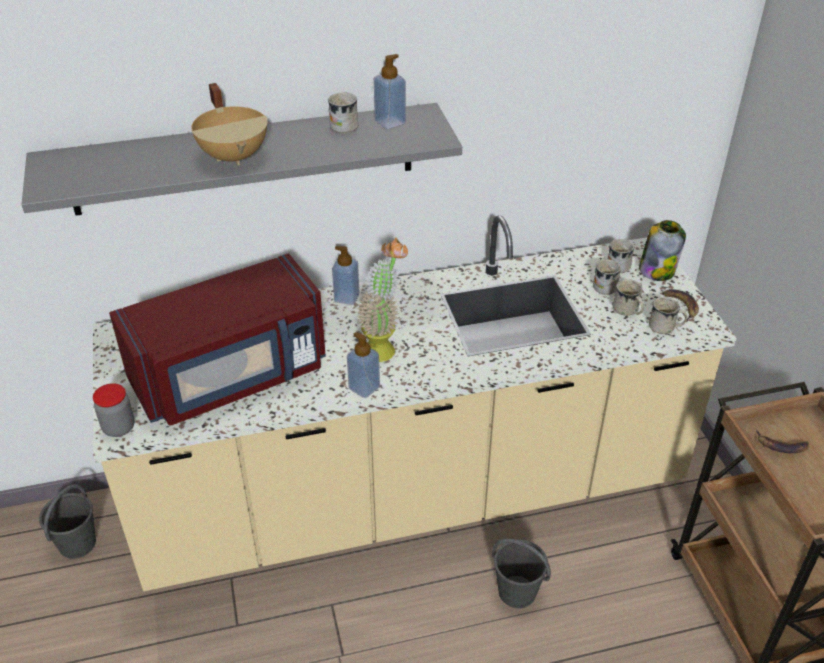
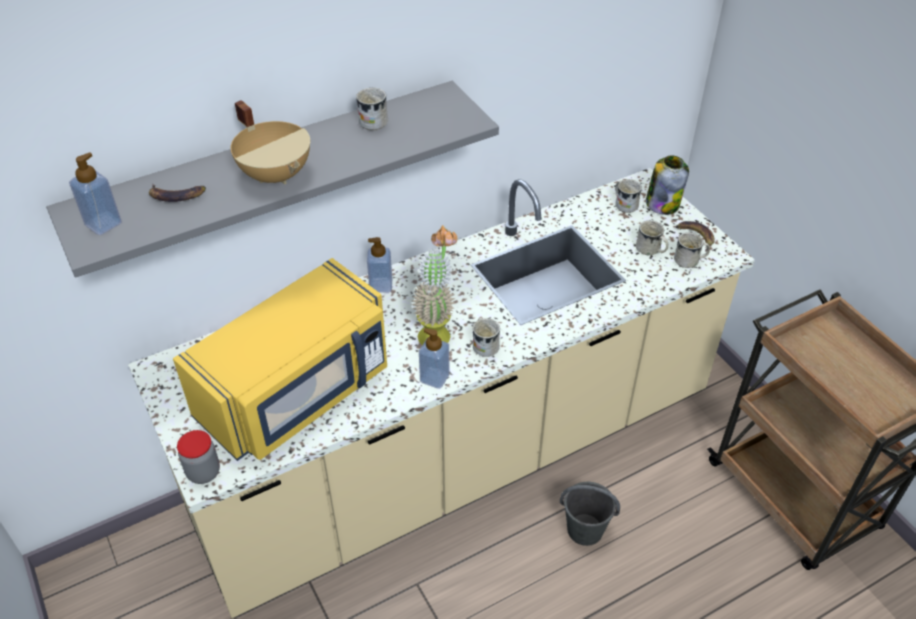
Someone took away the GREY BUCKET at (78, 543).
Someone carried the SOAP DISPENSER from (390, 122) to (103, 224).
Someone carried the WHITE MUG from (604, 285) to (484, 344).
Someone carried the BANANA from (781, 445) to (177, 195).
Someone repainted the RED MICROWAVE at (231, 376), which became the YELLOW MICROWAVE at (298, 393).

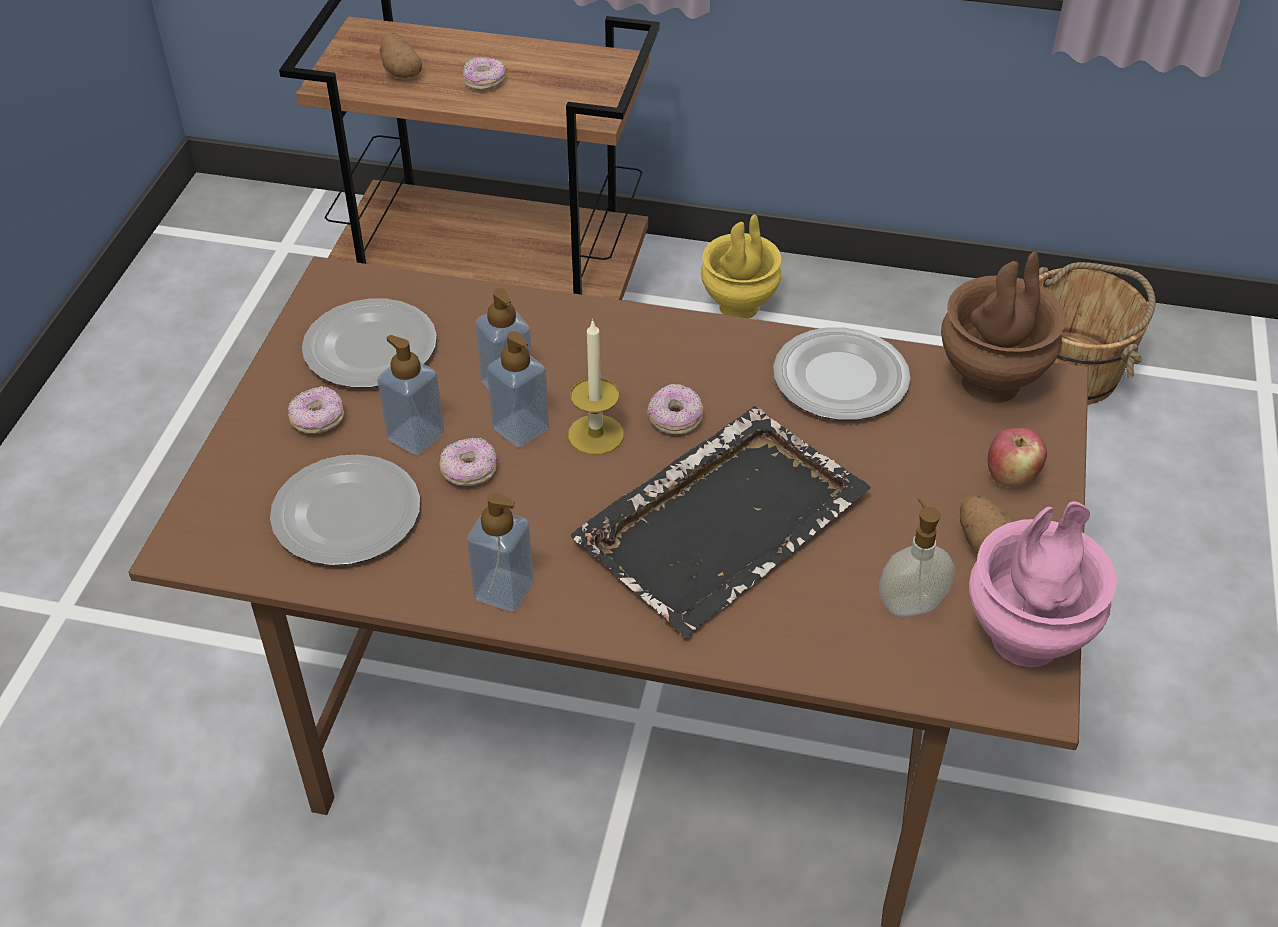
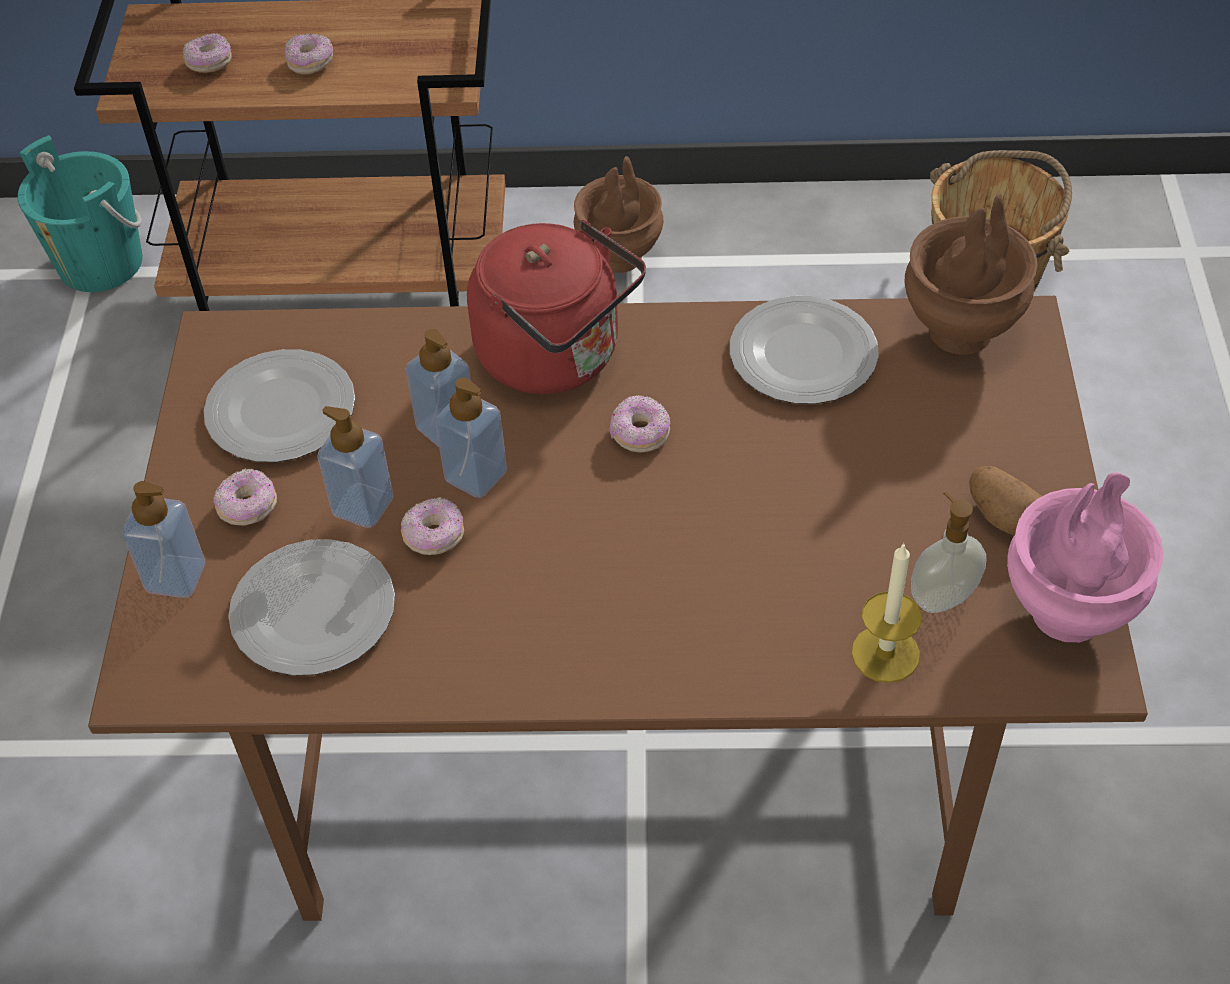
Someone took away the BLACK TRAY at (724, 521).
Someone took away the APPLE at (1010, 477).
Someone put down the TURQUOISE BUCKET at (100, 263).
Someone put down the RED KETTLE at (557, 357).
Someone carried the SOAP DISPENSER from (504, 590) to (176, 577).
Someone carried the CANDLE from (596, 435) to (885, 653).
Someone swapped the POTATO at (400, 70) for the DONUT at (210, 63).
Someone repainted the YELLOW VASE at (738, 307), which became the BROWN VASE at (619, 258).

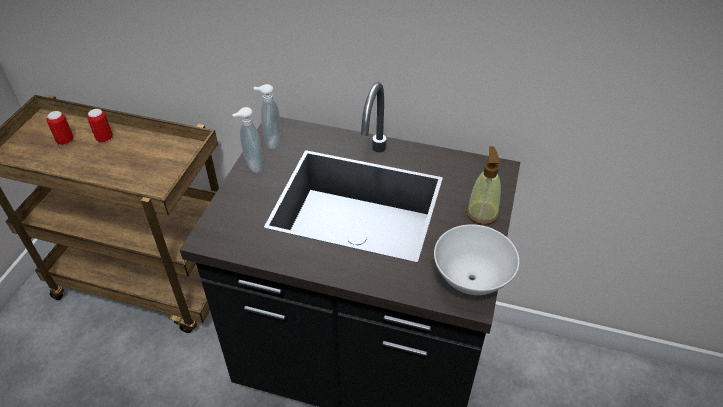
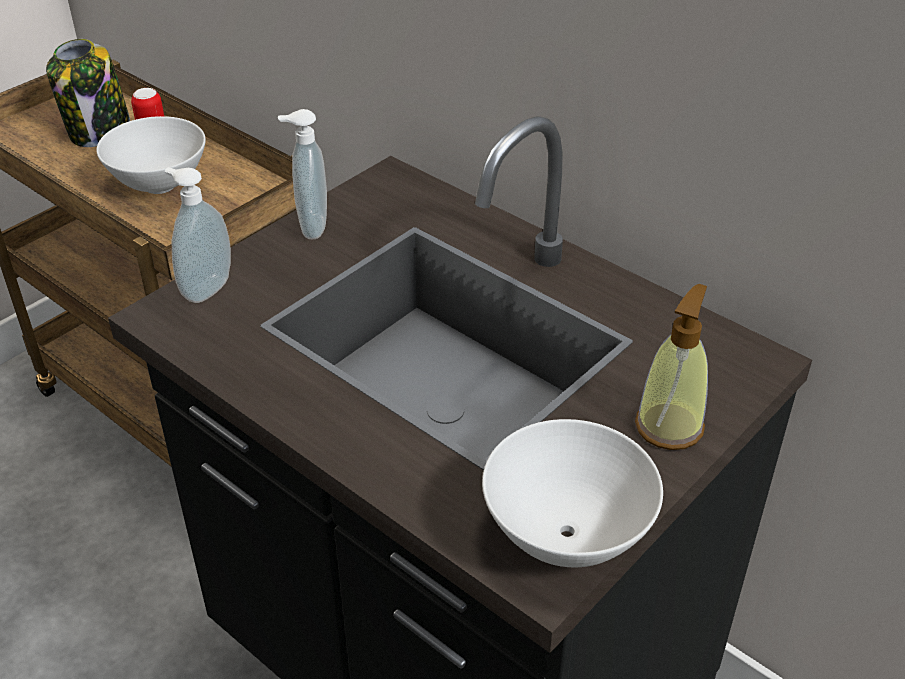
Someone put down the WHITE BOWL at (158, 186).
Someone carried the SOAP DISPENSER from (271, 142) to (205, 288).
Someone swapped the CAN at (65, 141) for the JAR at (99, 131).

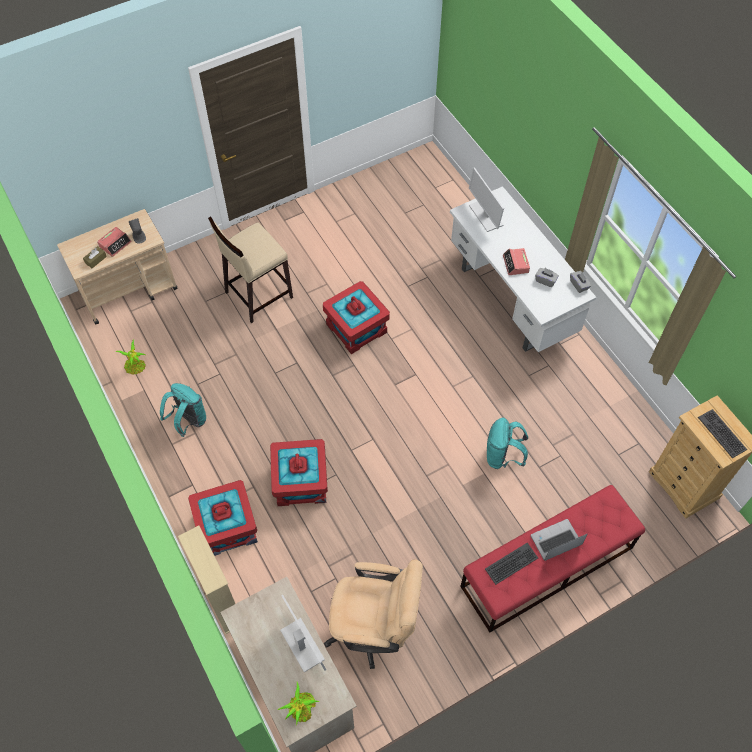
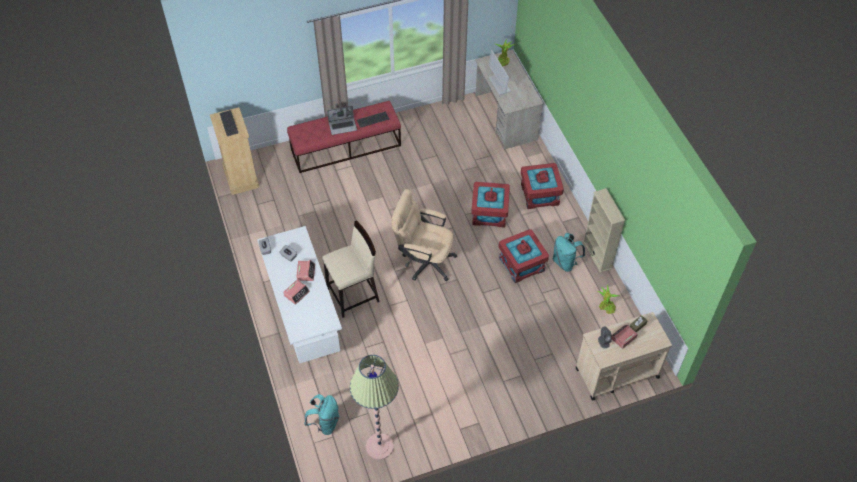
Someone took away the MONITOR at (485, 215).
Someone put down the ALARM CLOCK at (296, 293).
Someone put down the FLOOR LAMP at (379, 446).
Someone carried the BEIGE BOOKCASE from (221, 602) to (597, 255).
Someone carried the BEIGE STOOL from (258, 295) to (353, 295).
Someone carried the RED STORAGE BOX from (356, 328) to (522, 264).
Someone carried the BEIGE OFFICE CHAIR from (374, 628) to (424, 260).
Someone carried the TURQUOISE BACKPACK from (502, 456) to (325, 423).

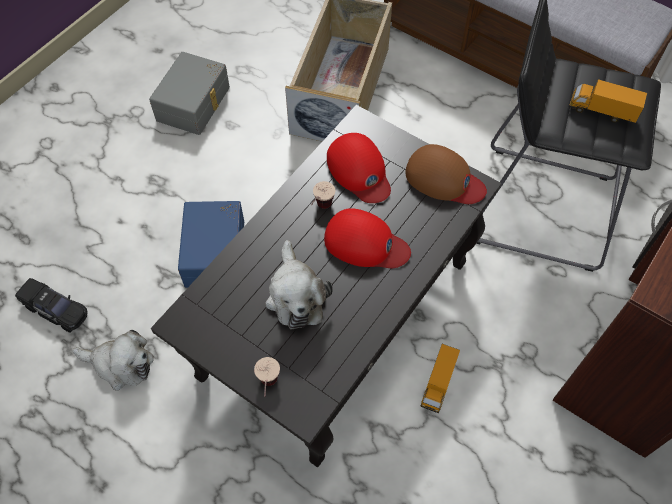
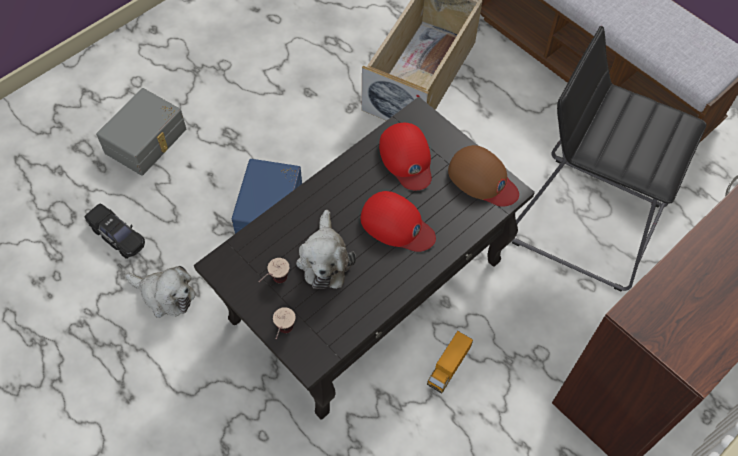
Someone took away the TOY TRUCK at (601, 112).
Someone carried the GREY STORAGE BOX from (195, 104) to (147, 141).
Someone carried the CUP from (320, 209) to (274, 283).

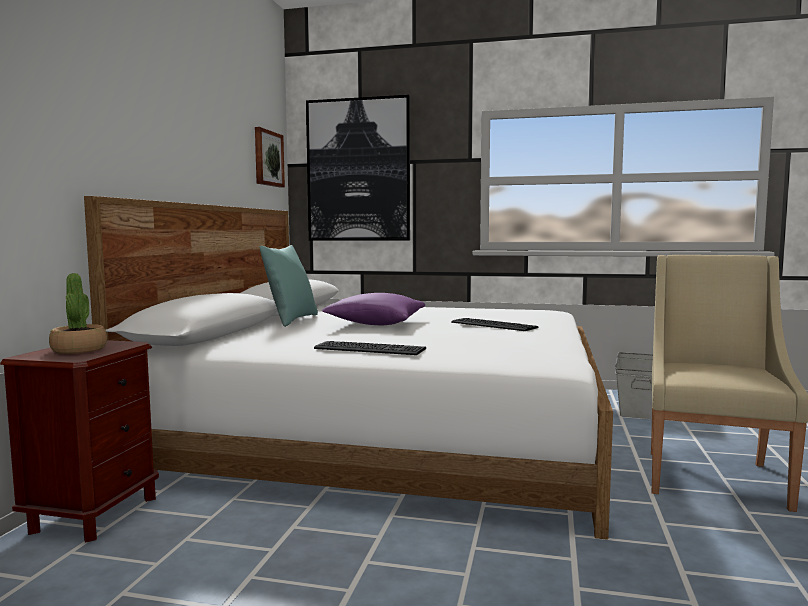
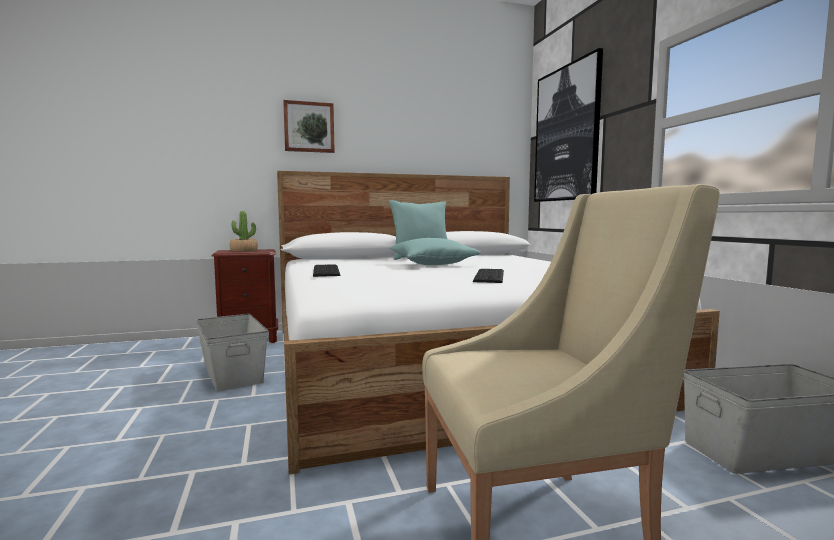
Someone put down the GREY STORAGE BOX at (233, 372).
Someone carried the PICTURE from (268, 158) to (309, 127).
Someone repainted the PURPLE PILLOW at (376, 324), which became the TURQUOISE PILLOW at (432, 264).

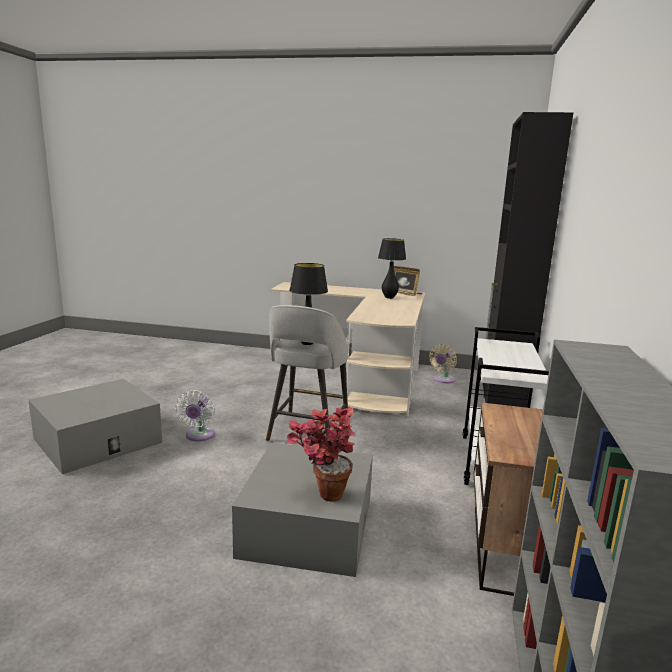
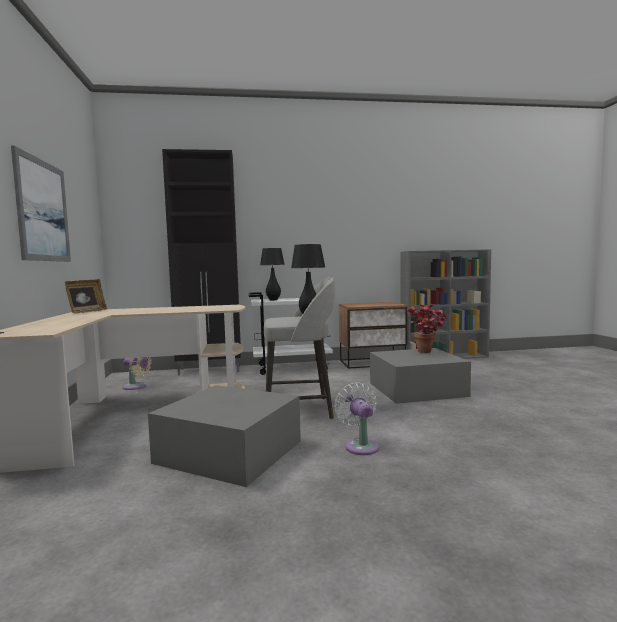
Someone put up the PICTURE at (43, 211).
Someone carried the GREY STORAGE BOX from (98, 440) to (229, 451).
Someone carried the BLACK TABLE LAMP from (389, 297) to (273, 300).
Someone rotated the WHITE FAN at (199, 436) by 90 degrees counterclockwise.

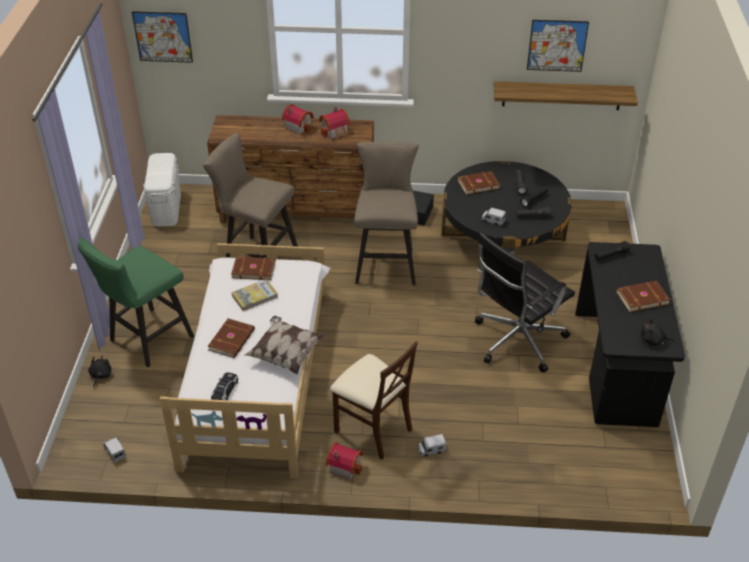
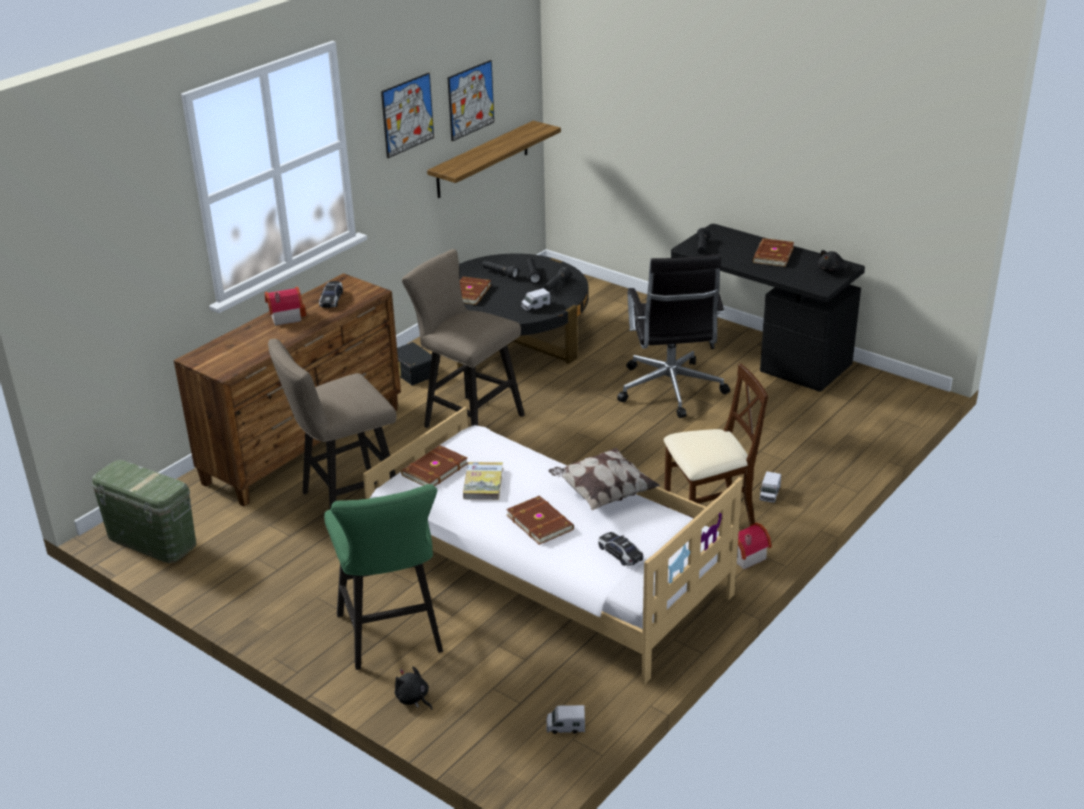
Someone carried the PICTURE from (163, 37) to (407, 115).
Someone swapped the TOY HOUSE at (336, 132) for the TOY CAR at (331, 299).
Someone repainted the WHITE STORAGE BOX at (166, 208), which became the GREEN STORAGE BOX at (152, 540).

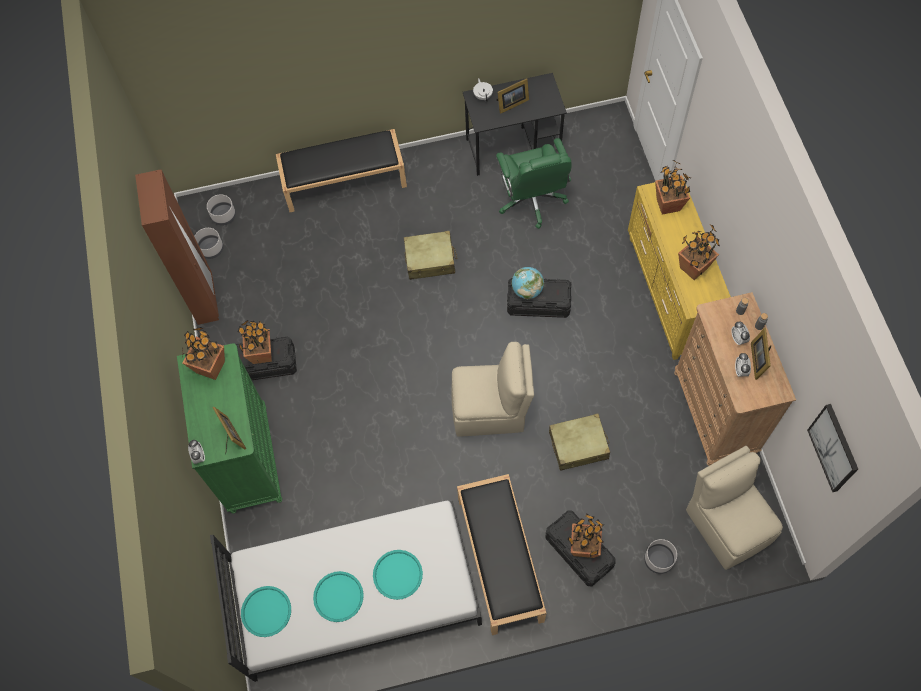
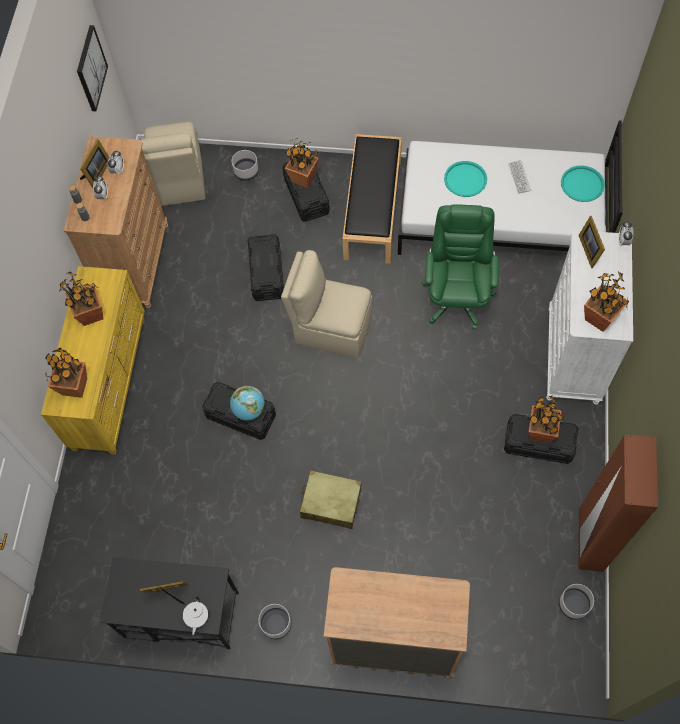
Someone carried the GREY PLANTER from (224, 216) to (276, 624).
Someone carried the GREEN OFFICE CHAIR from (532, 200) to (457, 296).
Someone swapped the BLACK BENCH at (345, 181) for the BROWN DRESSER at (393, 643).
Someone swapped the TURQUOISE TRAY at (338, 597) for the KEYBOARD at (519, 177).
Someone swapped the BEIGE SUITCASE at (578, 445) for the BLACK STORAGE BOX at (267, 274).
Someone repainted the GREEN DRESSER at (248, 459), which became the WHITE DRESSER at (573, 356).

